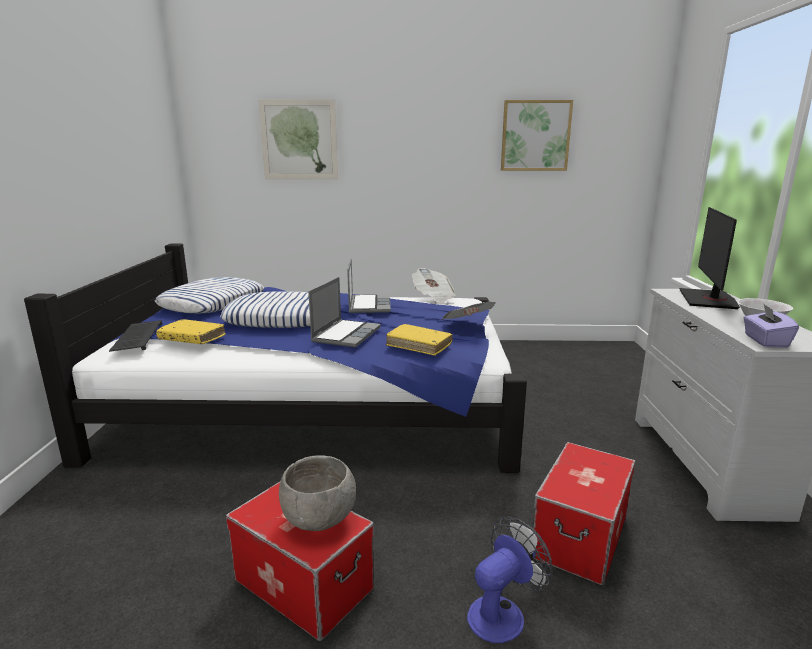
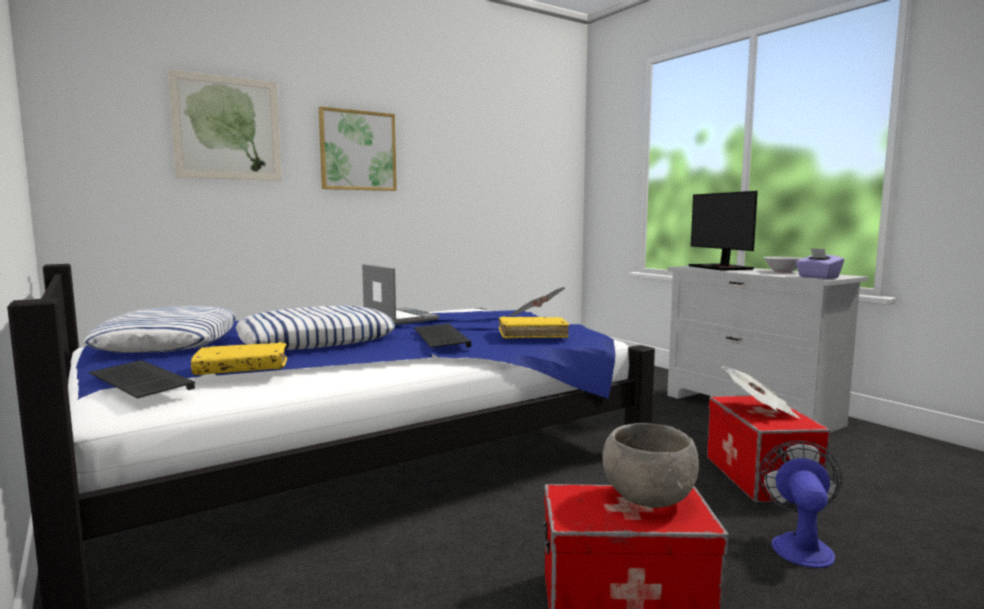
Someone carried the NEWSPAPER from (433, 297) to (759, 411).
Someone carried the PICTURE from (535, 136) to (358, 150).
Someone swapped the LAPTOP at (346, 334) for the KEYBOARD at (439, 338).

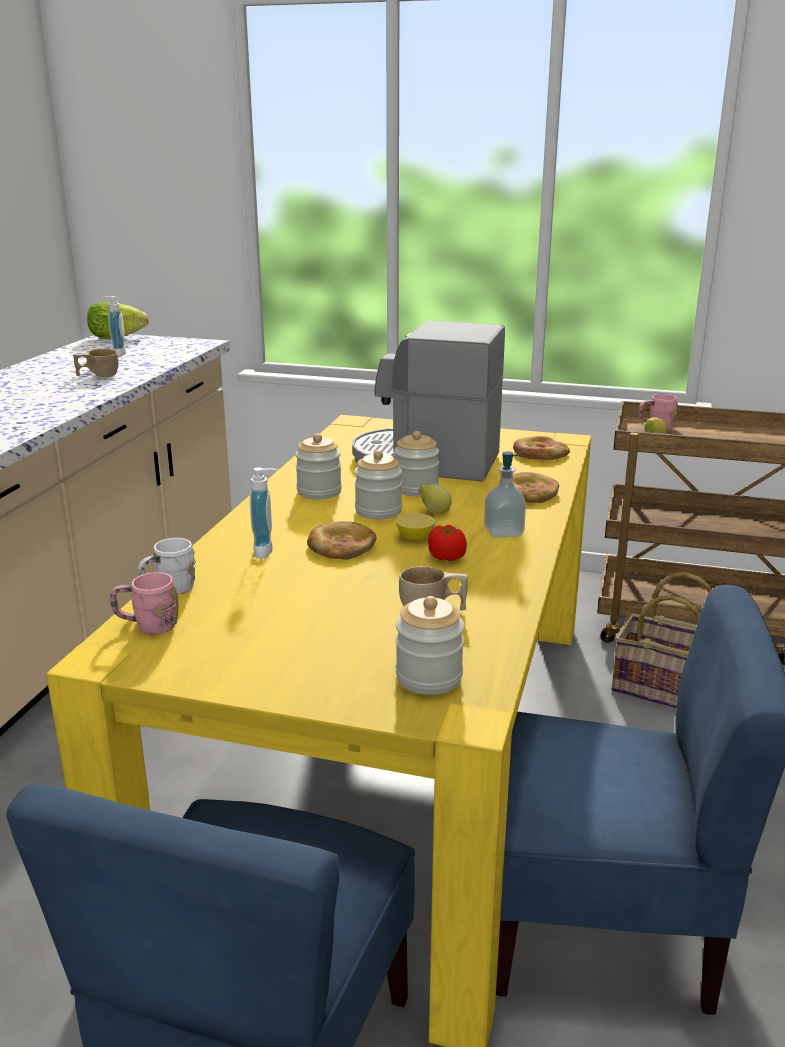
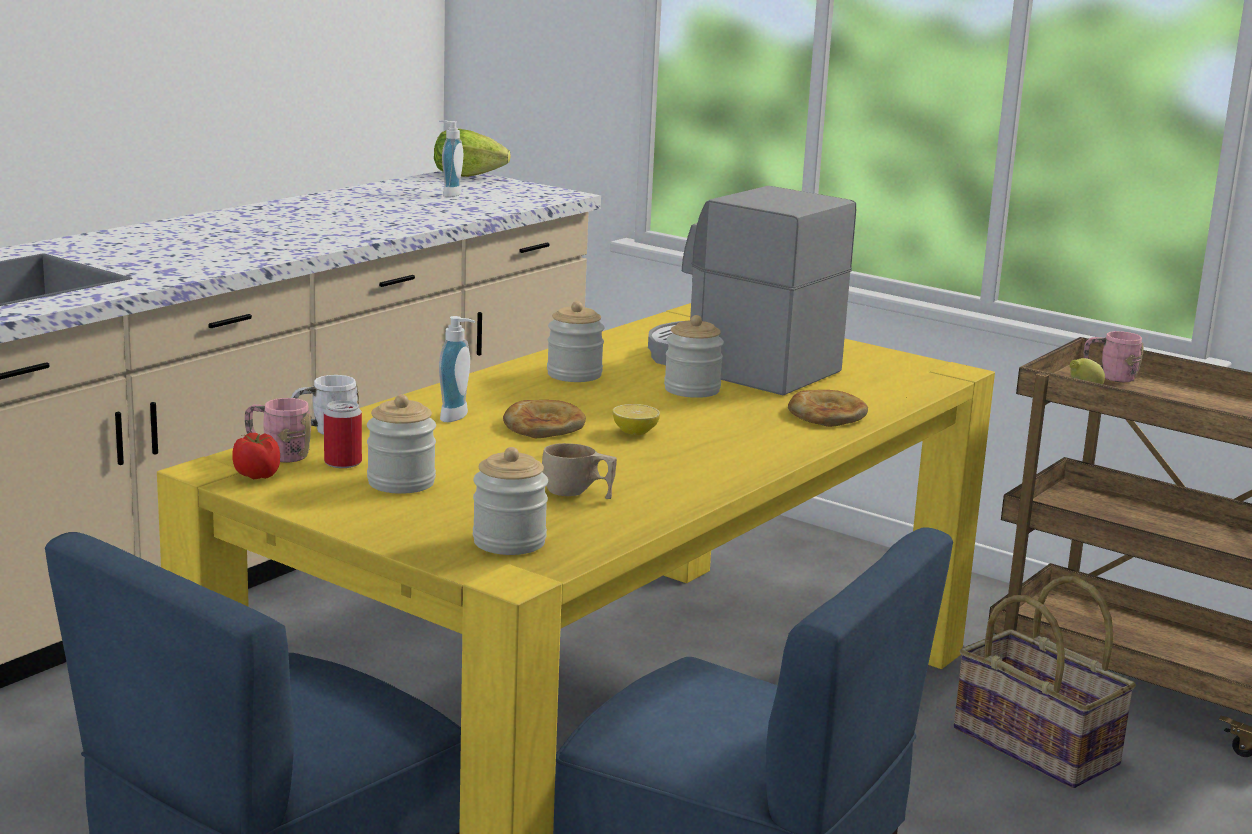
Someone took away the BEIGE CUP at (98, 375).
Someone took away the LEMON at (434, 512).
Someone took away the SOAP DISPENSER at (503, 532).
Someone took away the BREAD at (539, 453).
Someone put down the CAN at (343, 463).
Someone carried the JAR from (378, 511) to (401, 482).
Someone carried the TOMATO from (446, 557) to (257, 475).

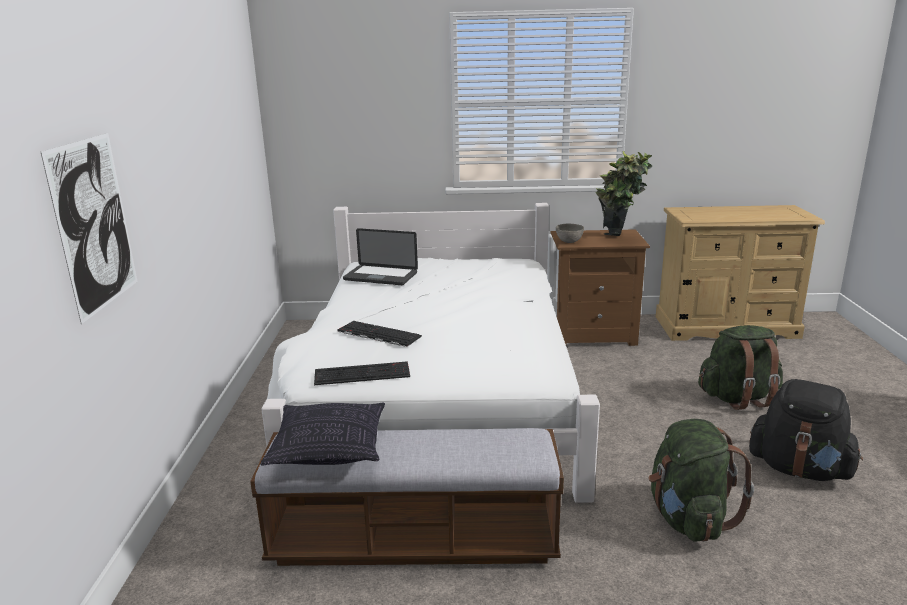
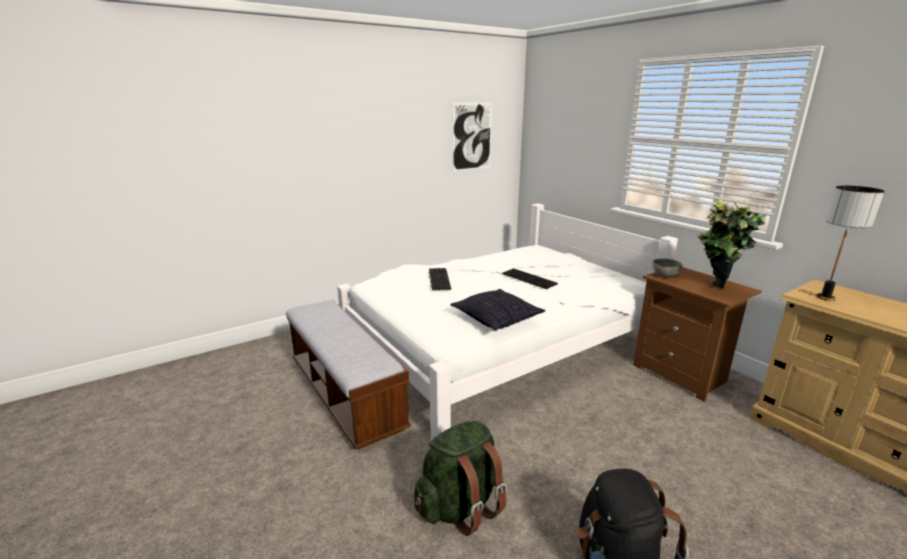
Someone took away the LAPTOP at (380, 276).
Someone took away the GREEN BACKPACK at (738, 398).
Someone put down the TABLE LAMP at (825, 297).
Someone carried the PICTURE from (94, 224) to (471, 136).
Someone carried the PILLOW from (329, 449) to (497, 319).
Someone carried the KEYBOARD from (363, 373) to (530, 279).

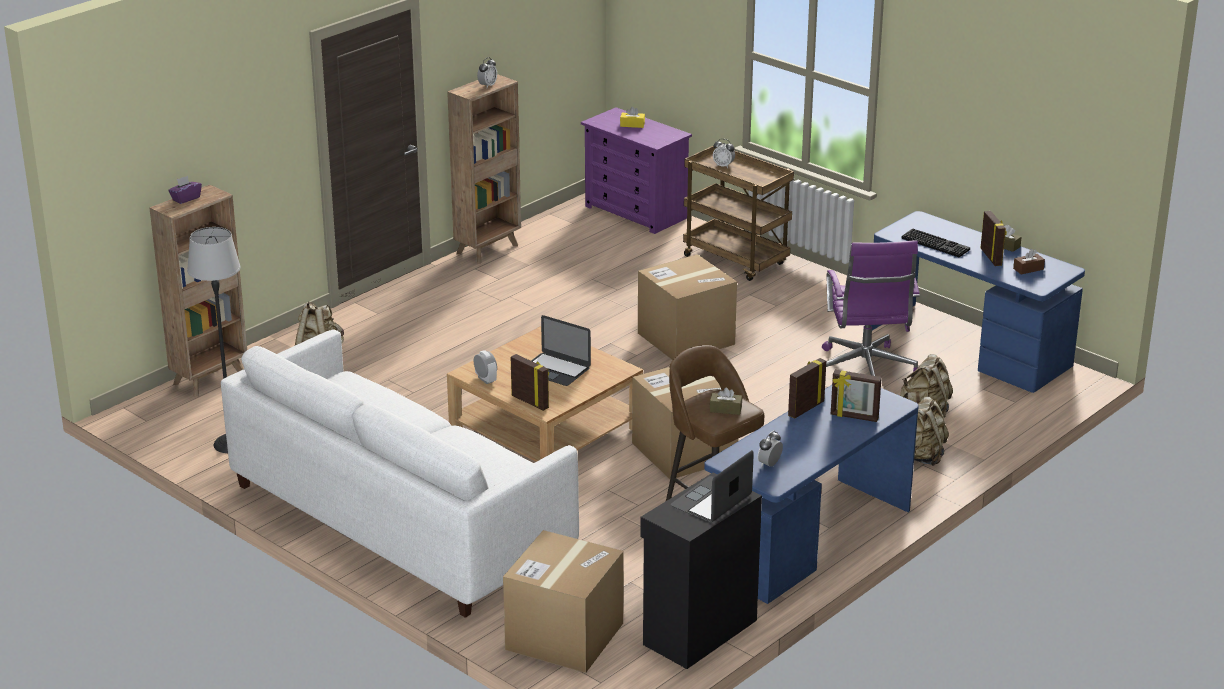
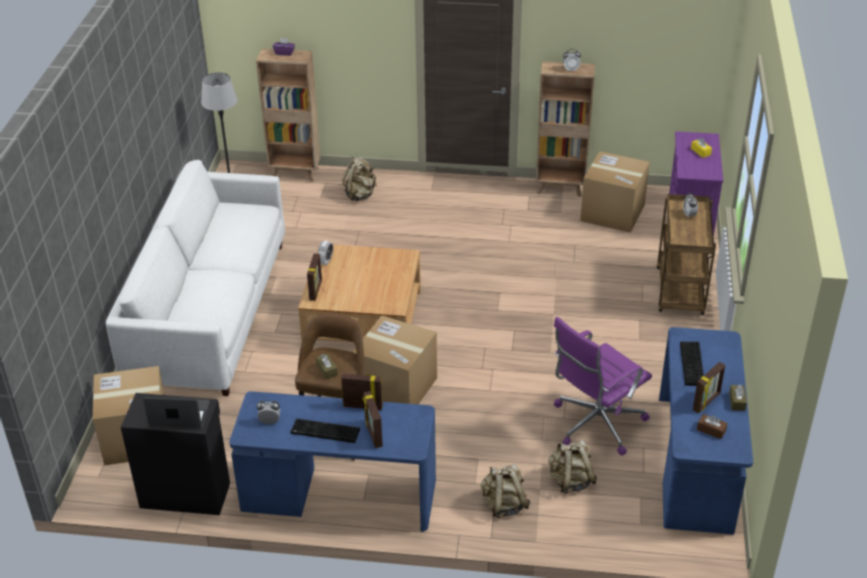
Someone took away the LAPTOP at (555, 369).
Someone put down the KEYBOARD at (324, 432).
Someone carried the CARDBOARD BOX from (686, 338) to (612, 212).

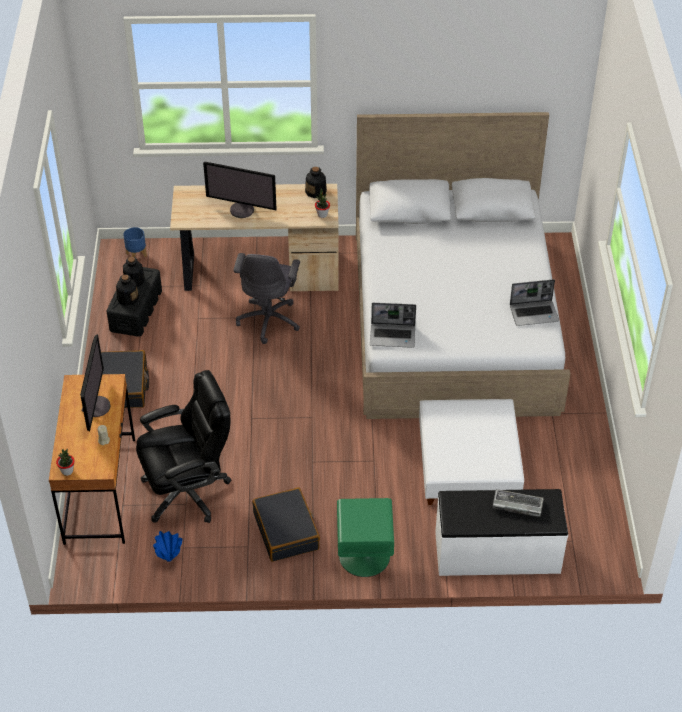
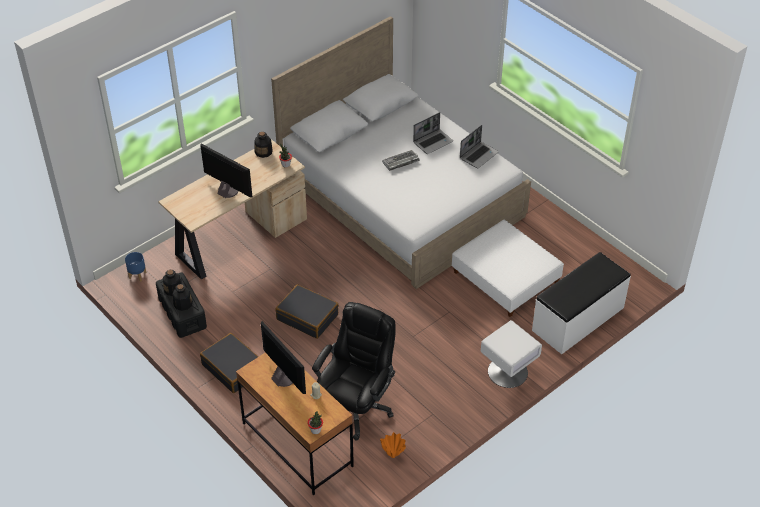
Someone took away the GREY OFFICE CHAIR at (269, 320).
Someone carried the BLACK SUITCASE from (286, 531) to (307, 317).
Someone carried the LAPTOP from (393, 336) to (433, 142).
Someone carried the KEYBOARD from (516, 505) to (400, 162).
Someone repainted the BLUE VASE at (169, 559), which became the ORANGE VASE at (393, 455).
Someone repainted the GREEN NIGHTSTAND at (364, 556), which became the WHITE NIGHTSTAND at (508, 372).
Someone rotated the MONITOR at (242, 209) by 120 degrees counterclockwise.

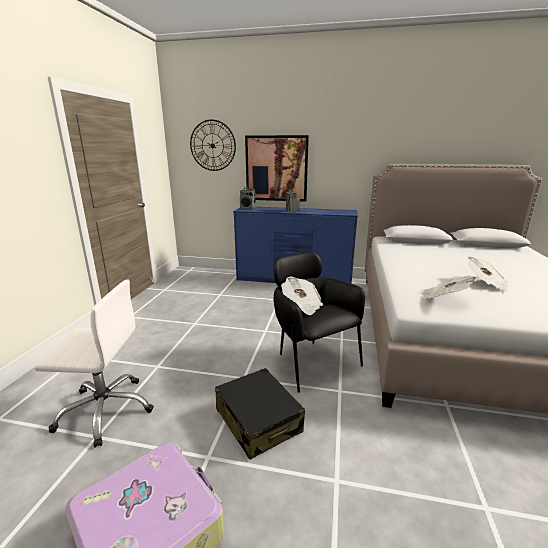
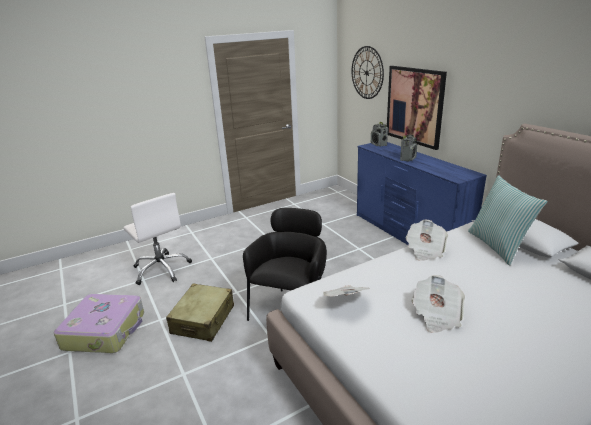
Someone put down the PILLOW at (498, 246).
Someone carried the NEWSPAPER from (301, 305) to (425, 250).
Someone repainted the BLACK SUITCASE at (258, 421), which became the BEIGE SUITCASE at (203, 320).

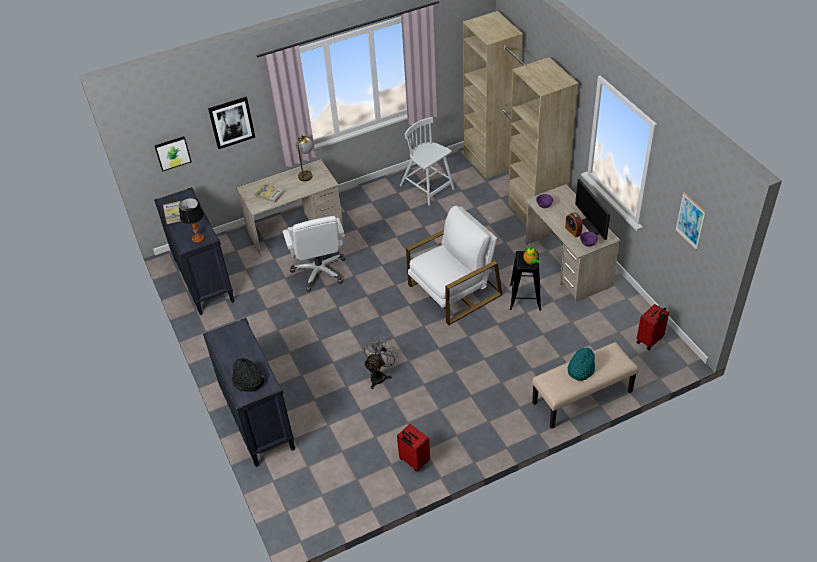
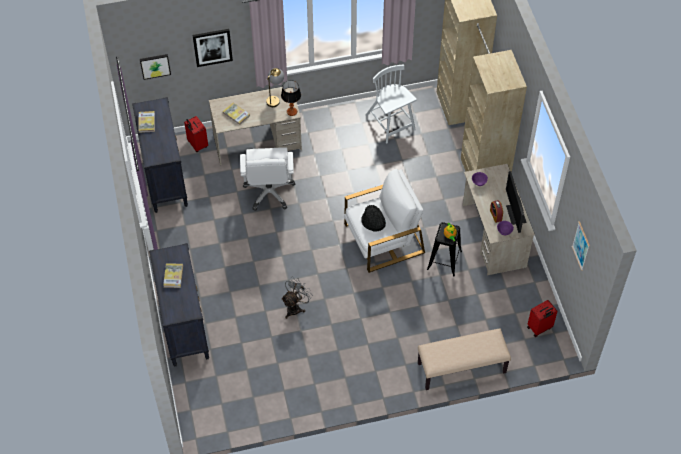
Someone took away the TURQUOISE HAT at (580, 369).
Someone put down the BOOK at (173, 276).
Someone carried the TABLE LAMP from (198, 238) to (292, 112).
Someone carried the BLACK HAT from (248, 381) to (373, 222).
Someone carried the RED SUITCASE from (413, 461) to (197, 145).

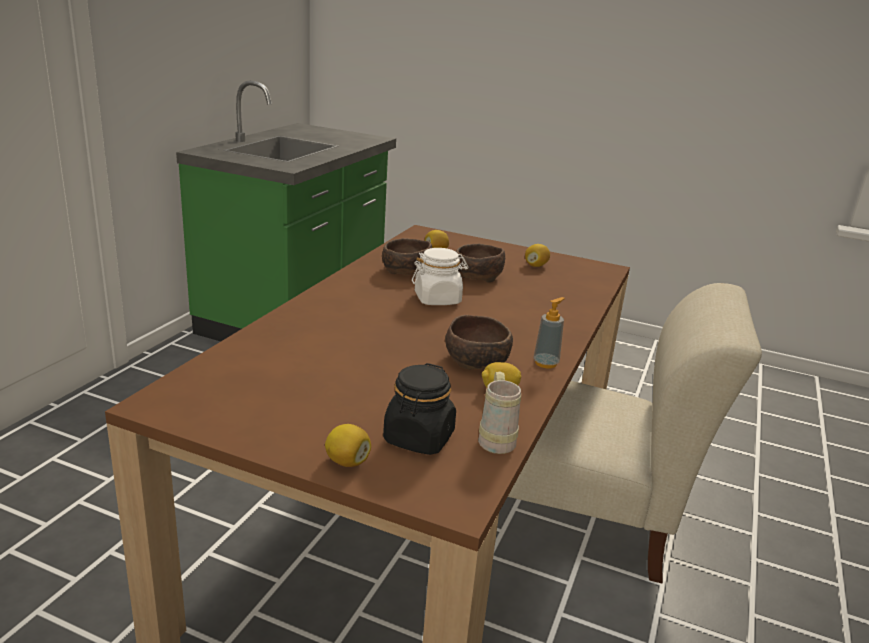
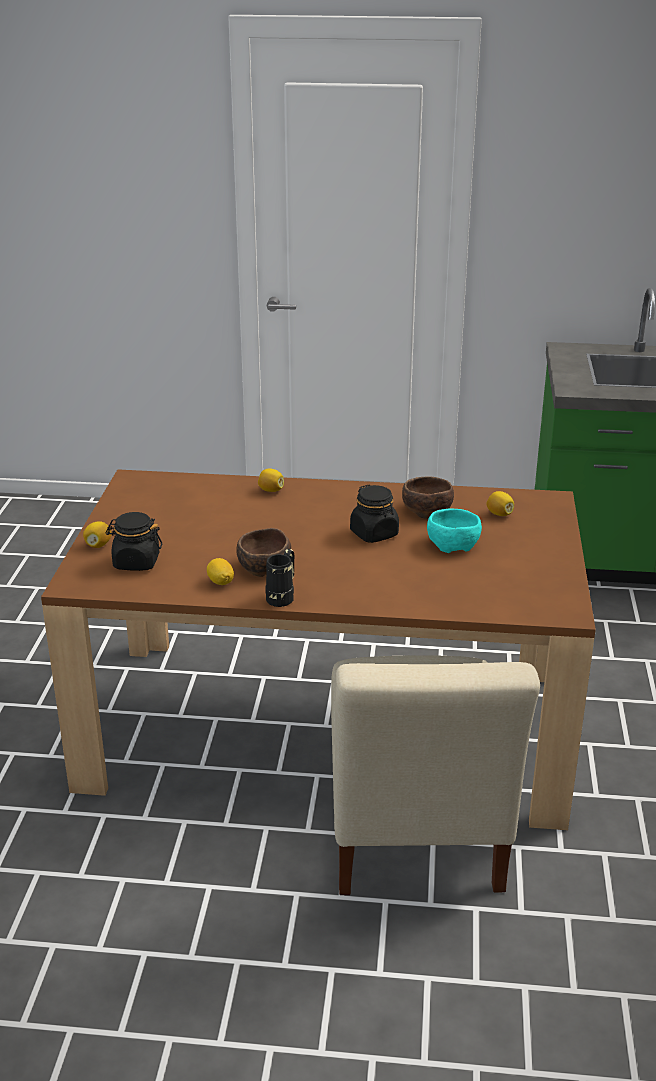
Someone took away the BEIGE MUG at (496, 439).
Someone carried the LEMON from (536, 265) to (271, 490).
Someone swapped the SOAP DISPENSER at (546, 363) for the BLACK MUG at (283, 597).
Someone repainted the WHITE JAR at (437, 299), which became the BLACK JAR at (374, 534).
Someone repainted the BROWN BOWL at (476, 276), which became the TURQUOISE BOWL at (452, 543).

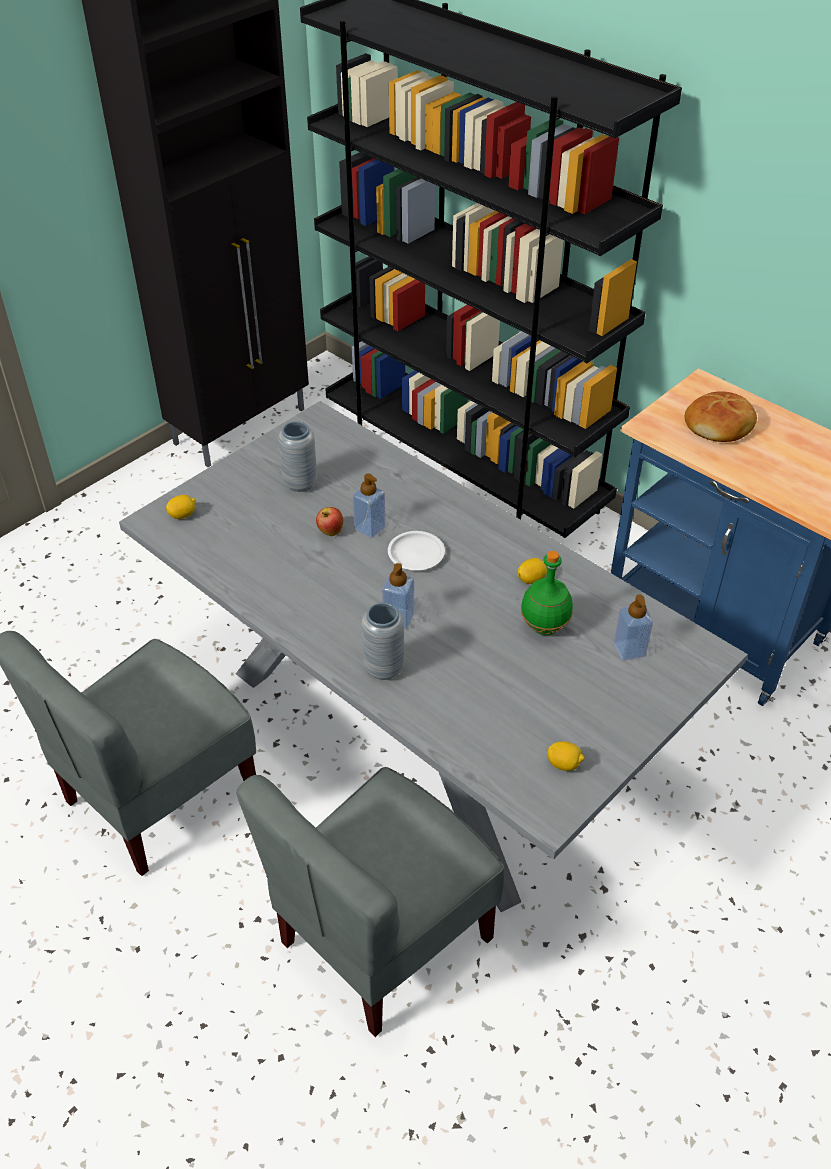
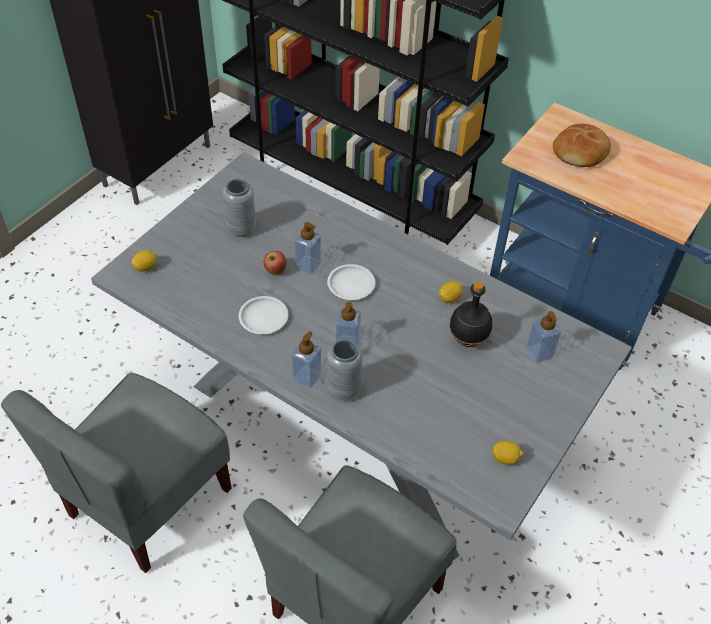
Someone put down the WHITE PLATE at (264, 318).
Someone put down the SOAP DISPENSER at (307, 377).
Someone repainted the GREEN BOTTLE at (544, 627), which became the BLACK BOTTLE at (467, 339).

